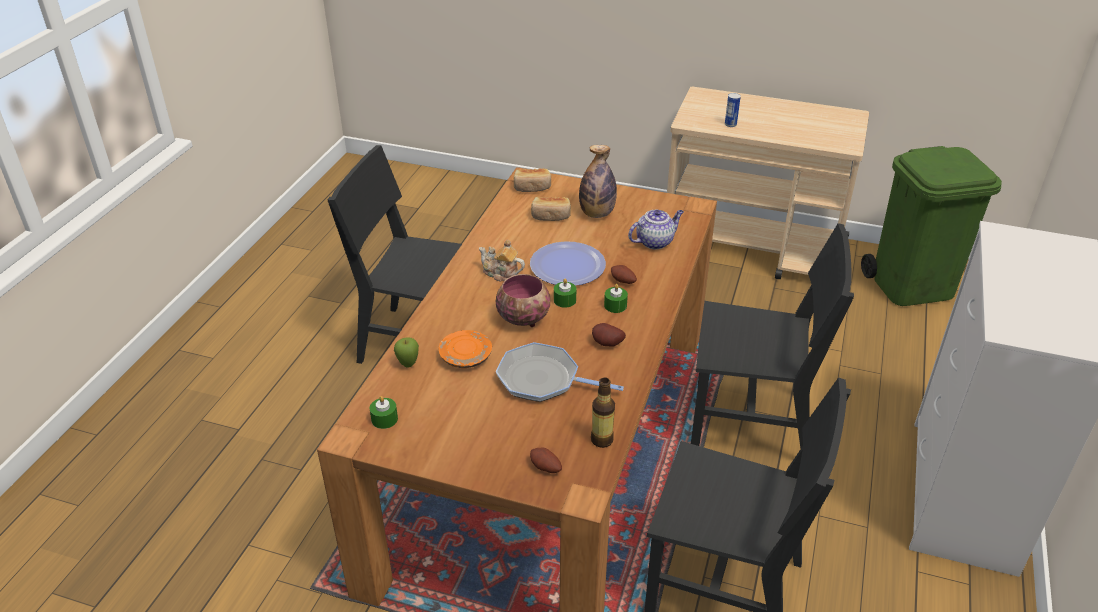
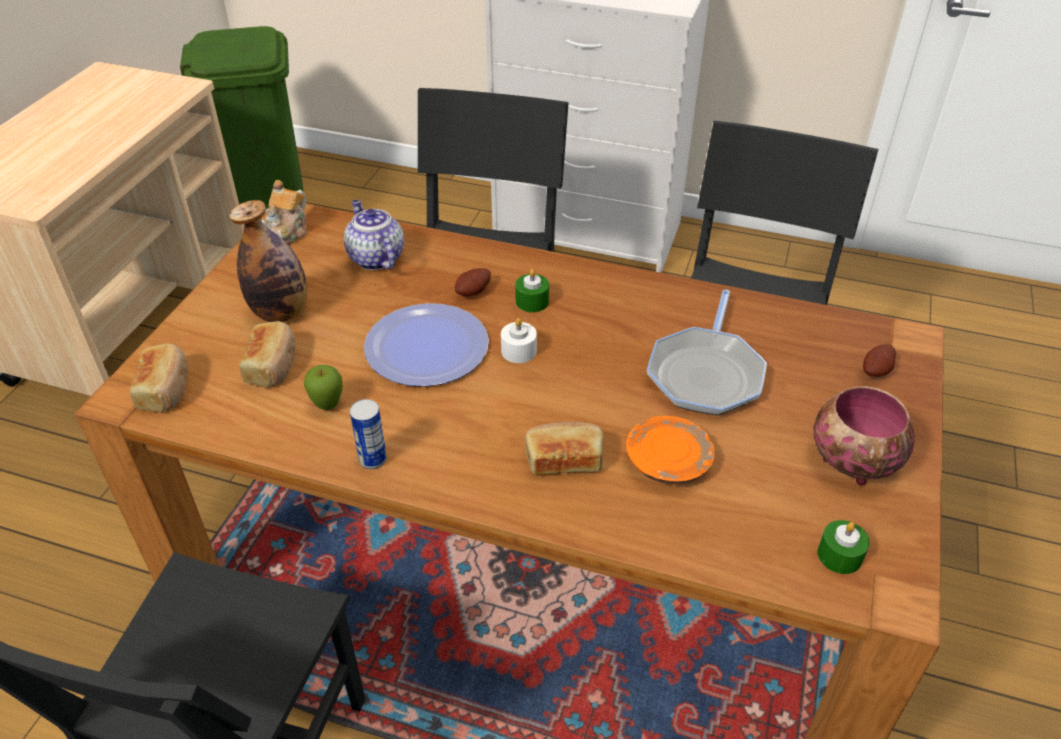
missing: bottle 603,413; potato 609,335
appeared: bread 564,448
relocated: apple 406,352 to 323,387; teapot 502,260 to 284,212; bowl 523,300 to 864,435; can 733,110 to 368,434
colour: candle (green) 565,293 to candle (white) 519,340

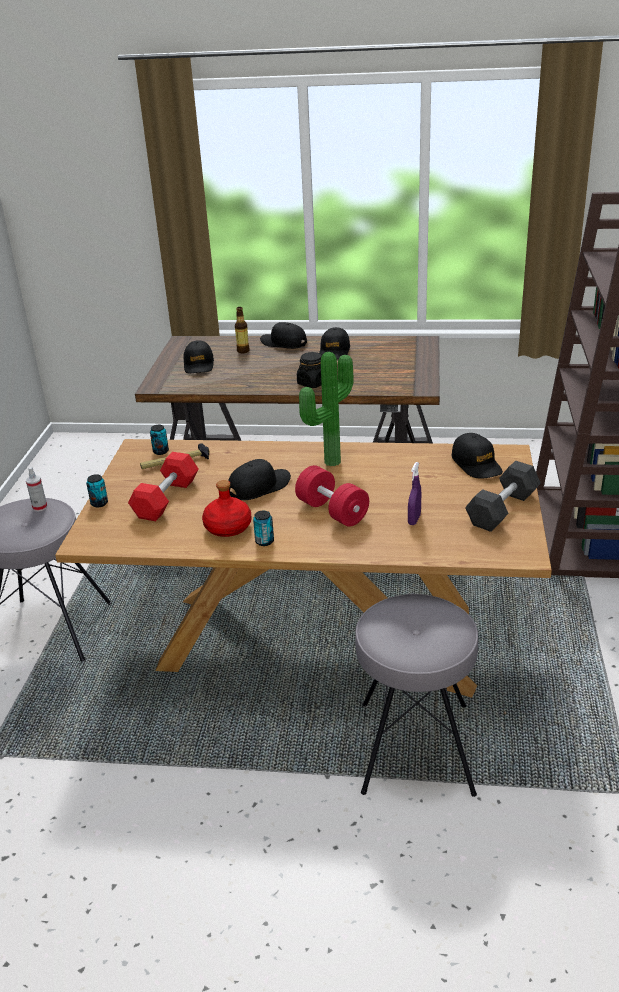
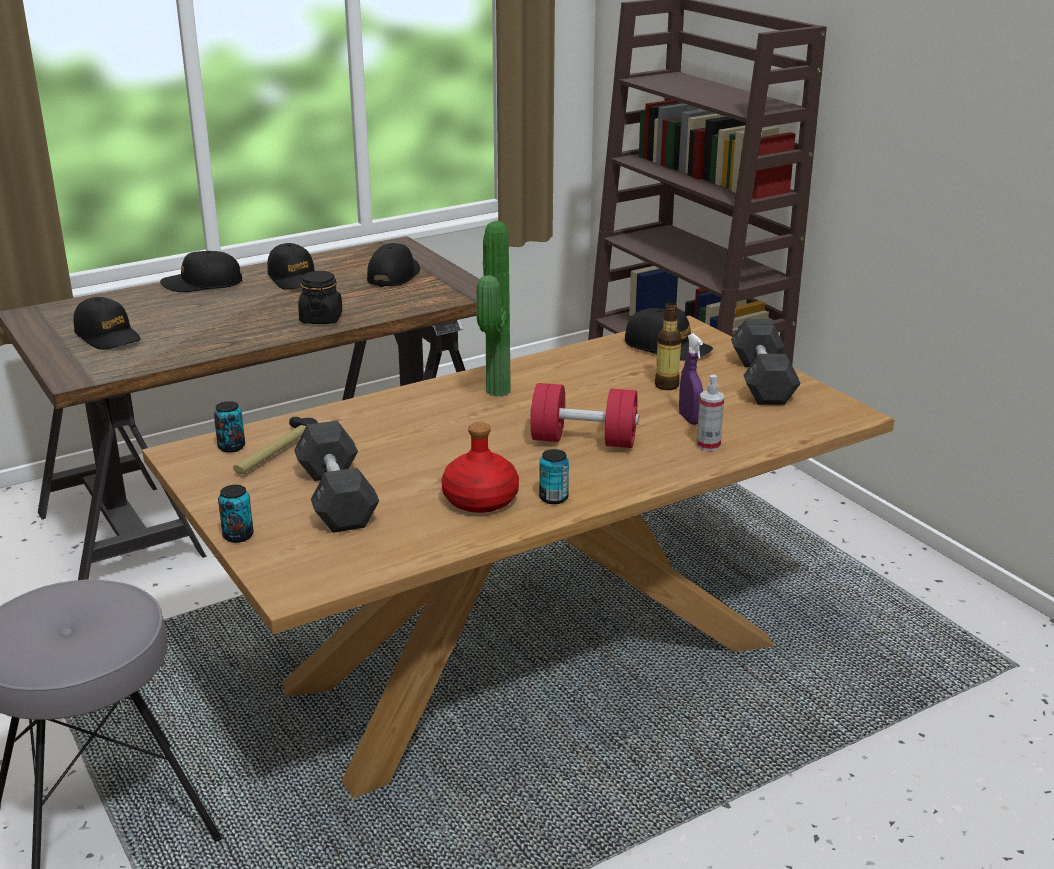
missing: stool (grey) 416,695
relocated: spray bottle 36,489 to 710,413; cap (black) 260,479 to 393,265; bottle 242,330 to 668,346
colour: dumbbell (red) 163,486 to dumbbell (grey) 336,477

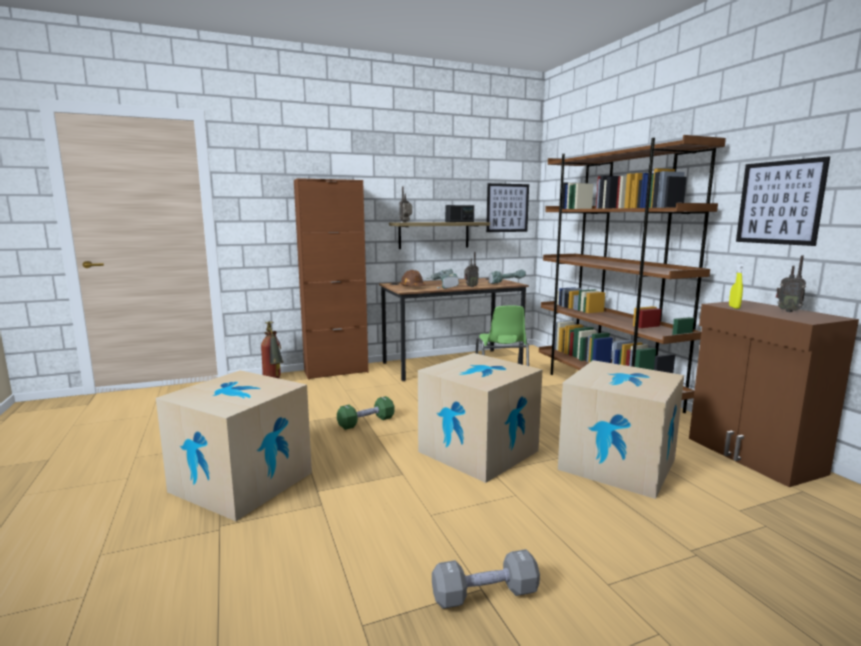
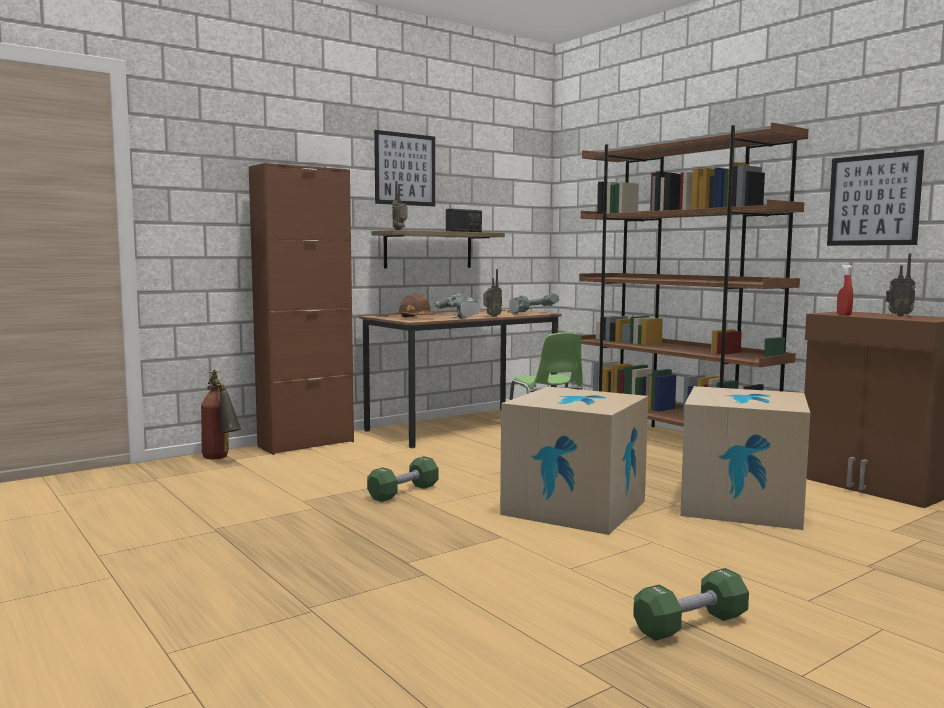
missing: cardboard box 234,445
relocated: picture 507,207 to 404,168
colour: dumbbell (grey) 486,579 to dumbbell (green) 691,604; spray bottle (yellow) 736,286 to spray bottle (red) 845,290

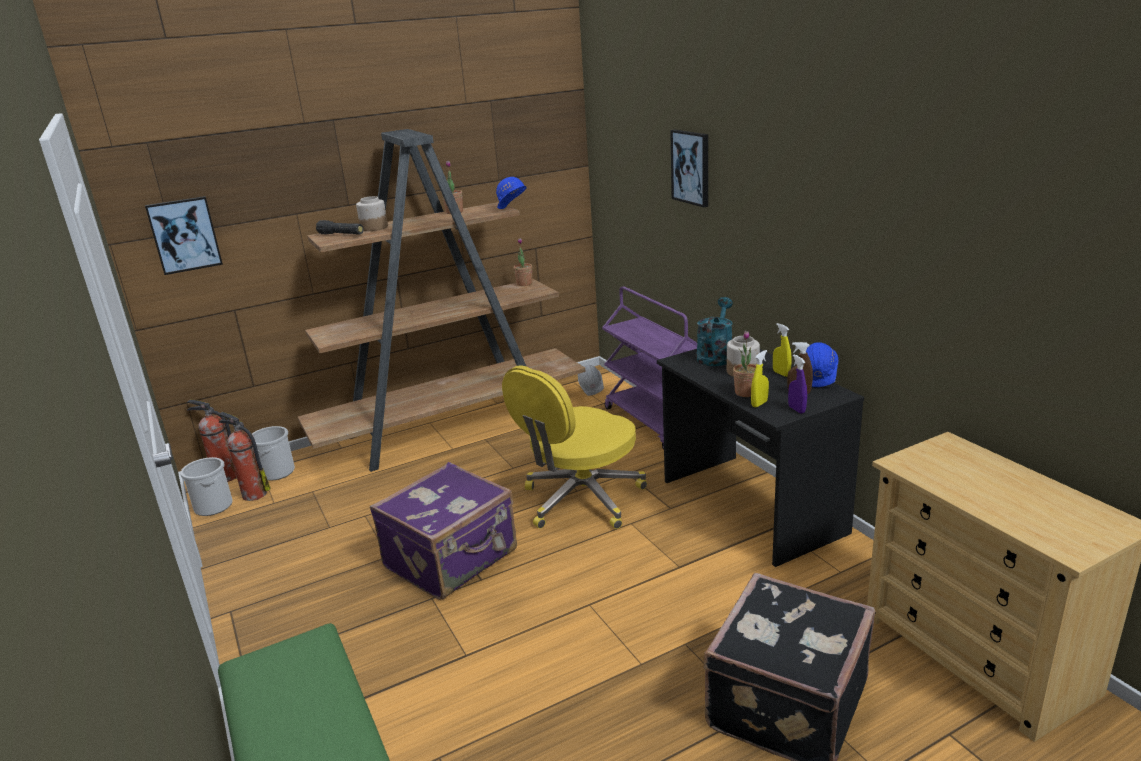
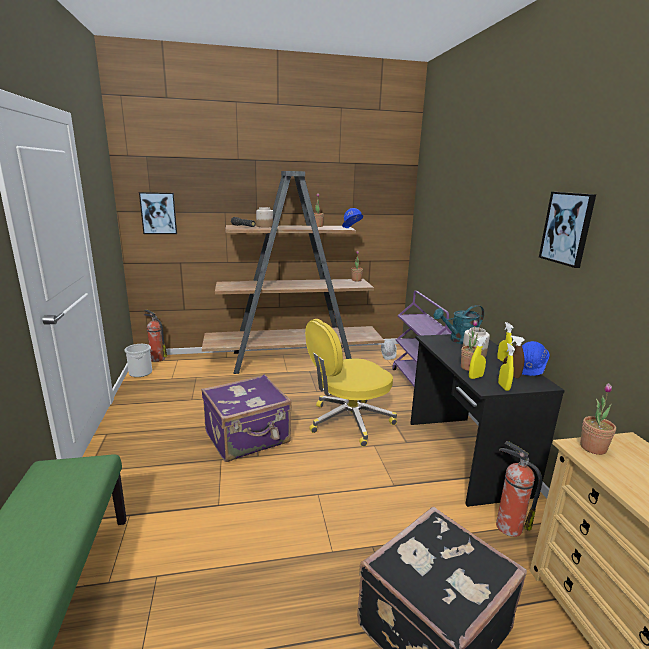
missing: bucket 273,453
appeared: potted plant 598,419
relocated: fire extinguisher 244,456 to 519,489; picture 689,168 to 567,230
colour: spray bottle (purple) 797,384 to spray bottle (yellow) 506,367
spun: watering can (turquoise) 714,331 = 458,324 150 degrees counterclockwise

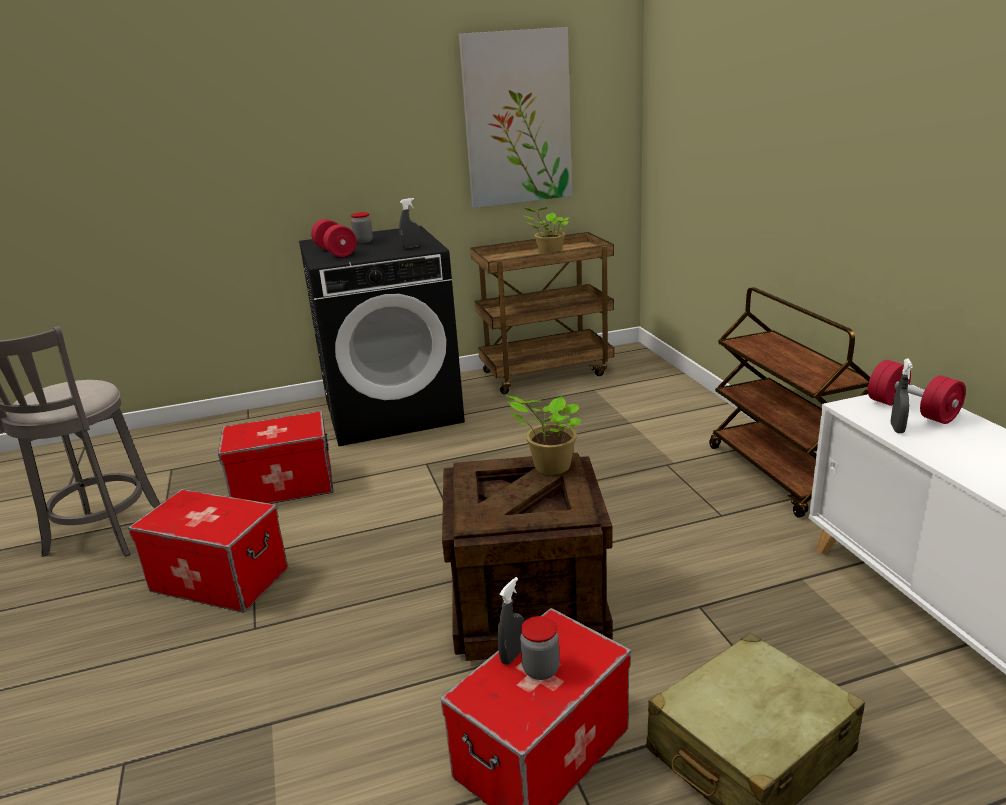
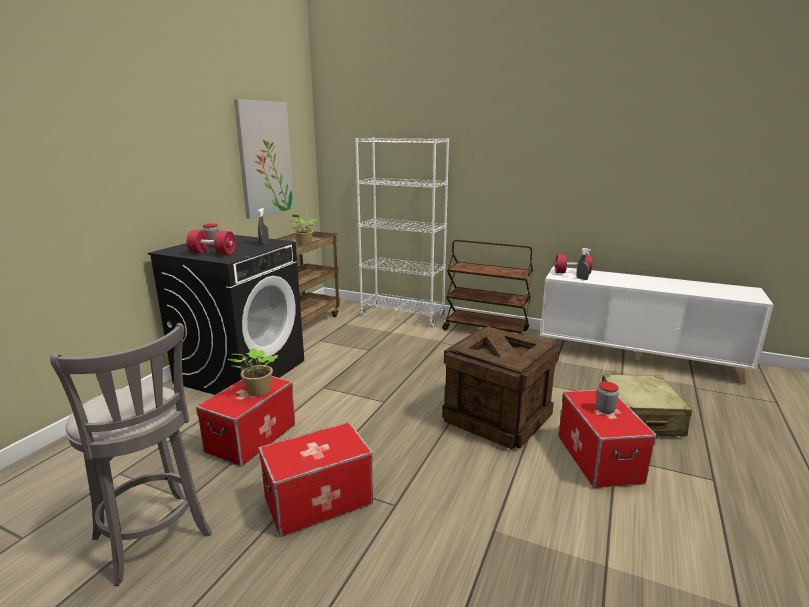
missing: spray bottle (grey) 510,621
appeared: bookcase (white) 402,232
relocated: potted plant 543,435 to 252,372

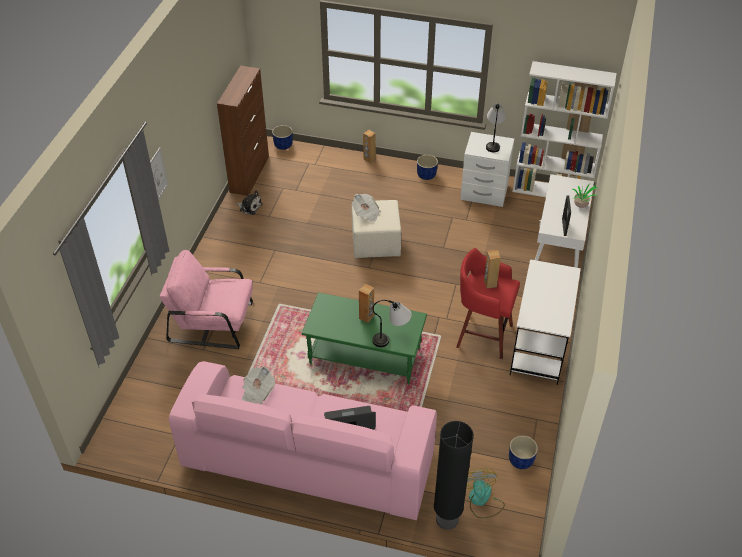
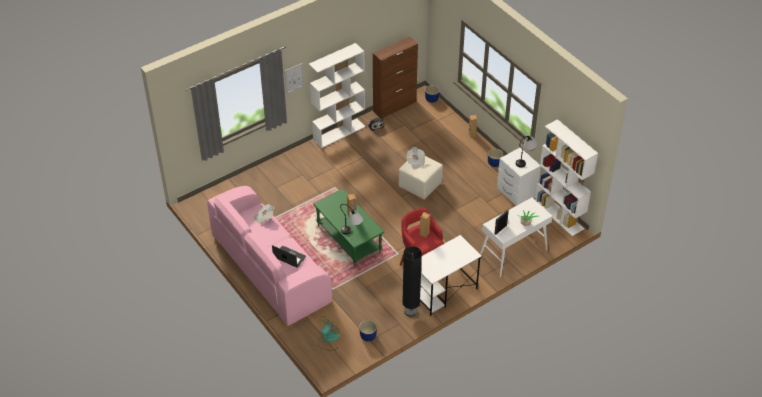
missing: armchair (pink) 206,299
appeared: bookcase (white) 337,95
relocated: floor lamp (black) 454,475 to 412,281

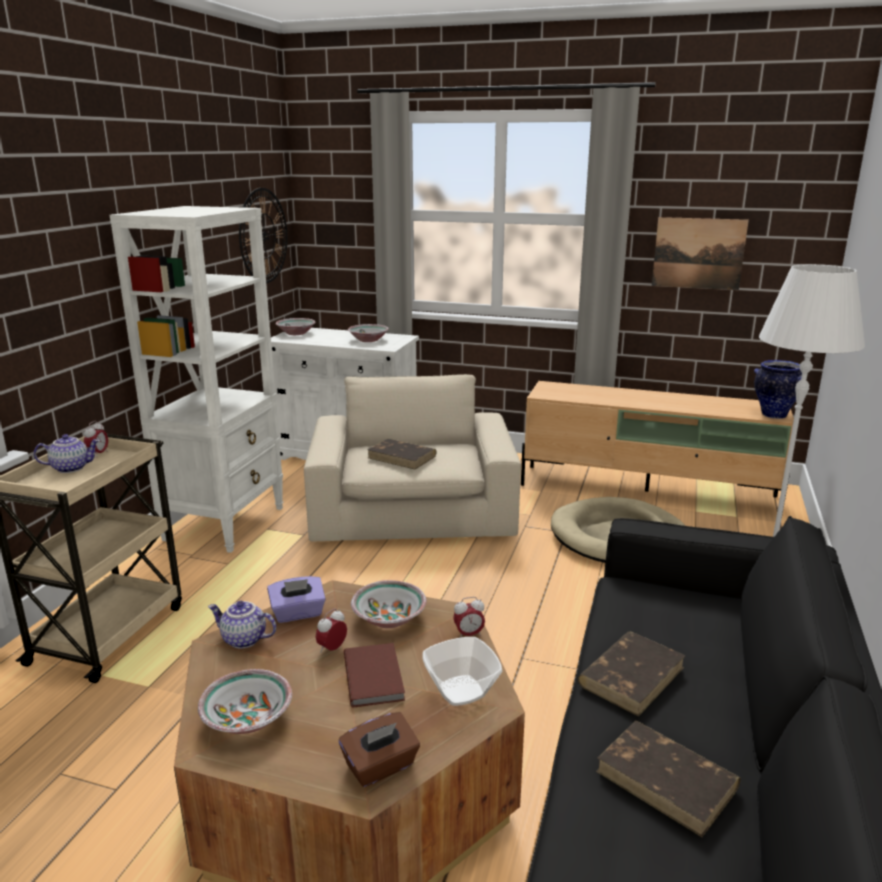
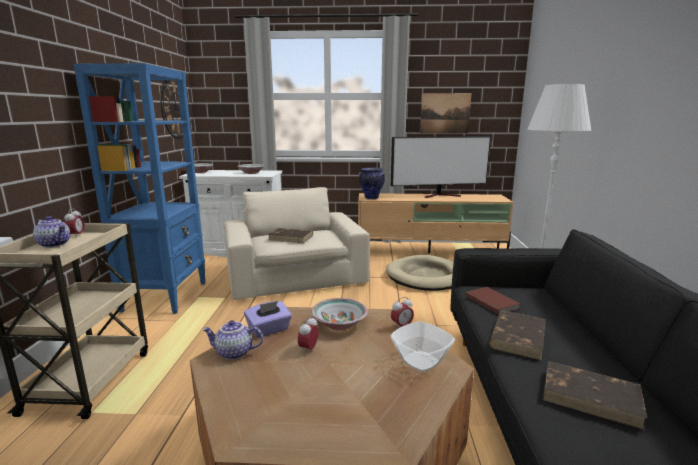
missing: bowl 245,701; tissue box (brown) 379,749
appeared: television 441,167
relocated: book (brown) 374,675 to 493,300; vase 778,389 to 372,183
colour: bookcase (white) 197,379 to bookcase (blue) 139,188
spun: teapot 67,453 = 51,232 60 degrees clockwise

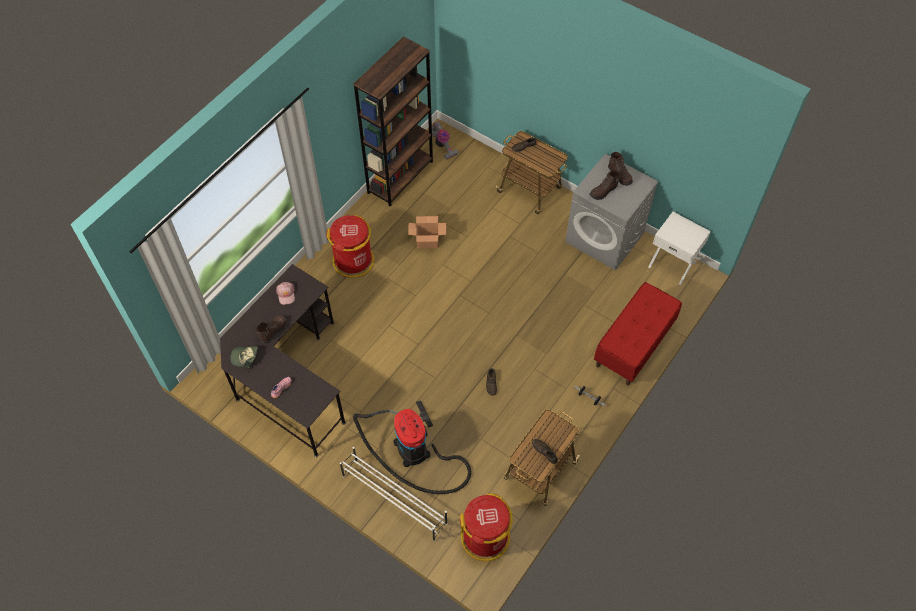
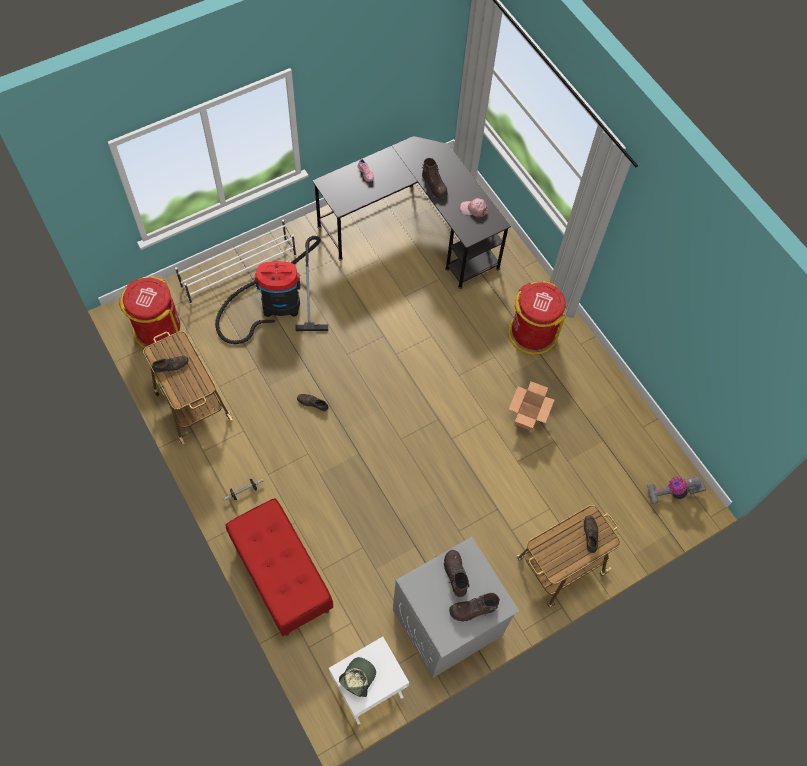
missing: bookcase (brown) 393,121
relocated: cap 244,357 to 357,677

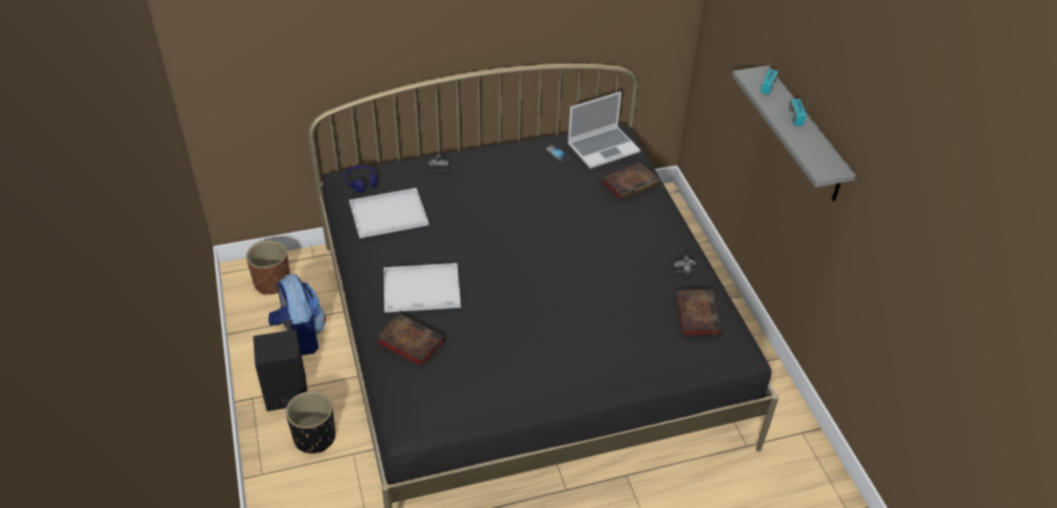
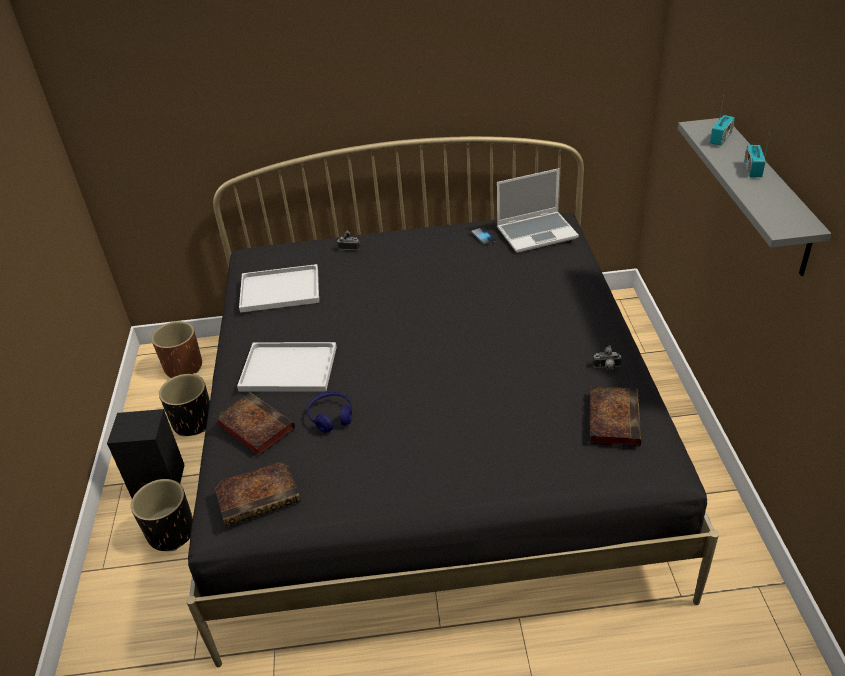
relocated: headphones (blue) 360,179 to 329,412; book 631,181 to 257,493
exchanged: backpack 297,314 to planter (black) 184,405

